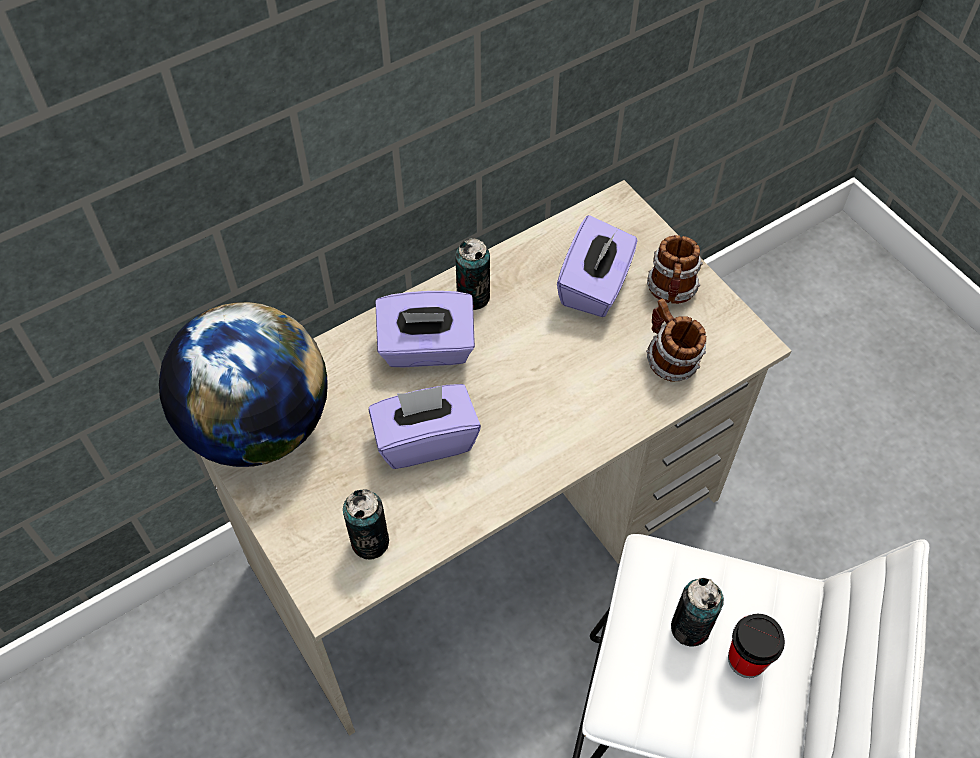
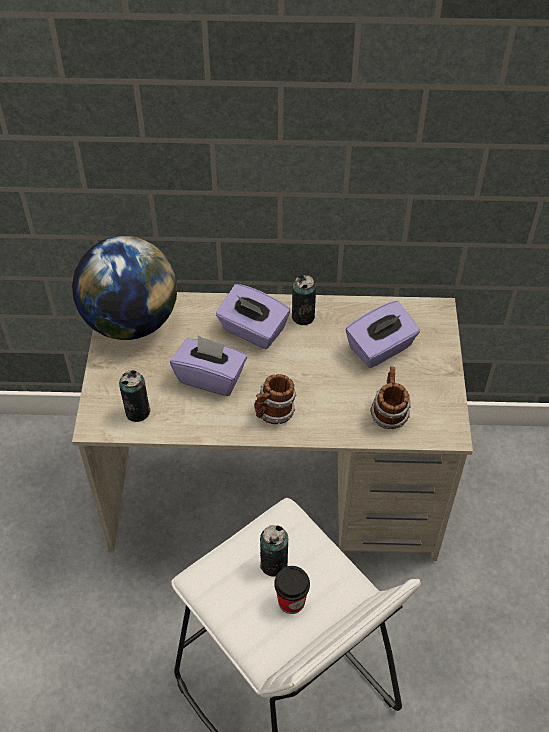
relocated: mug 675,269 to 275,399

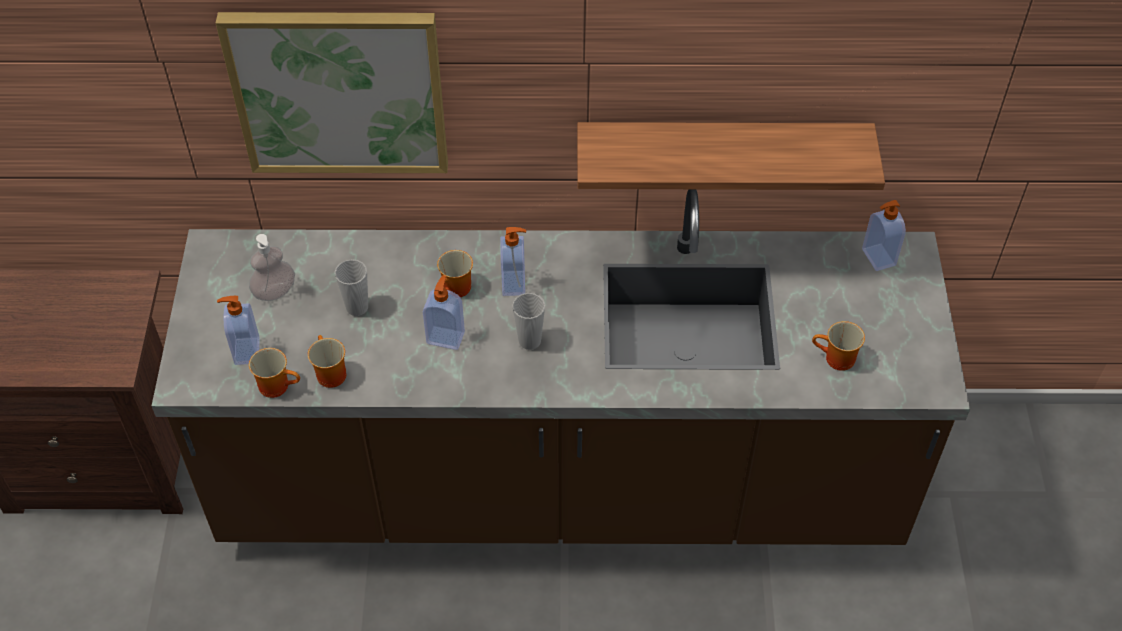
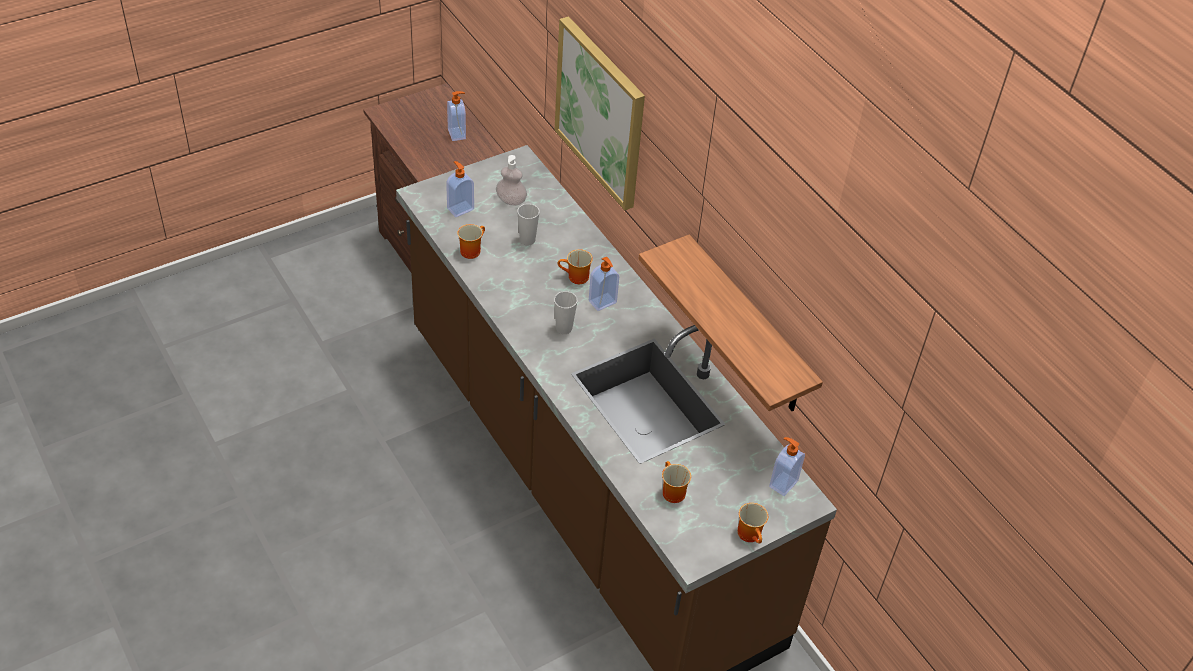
relocated: mug 274,373 to 752,523; soap dispenser 444,312 to 456,116

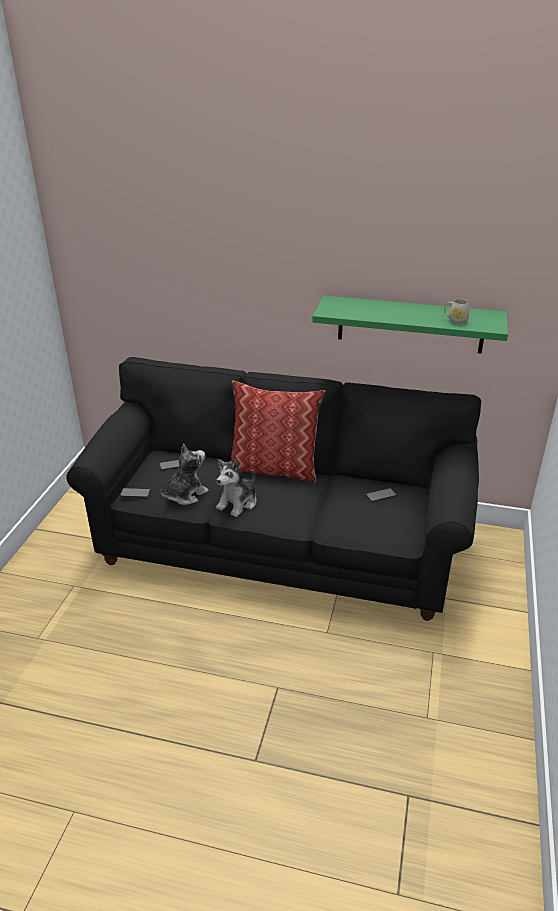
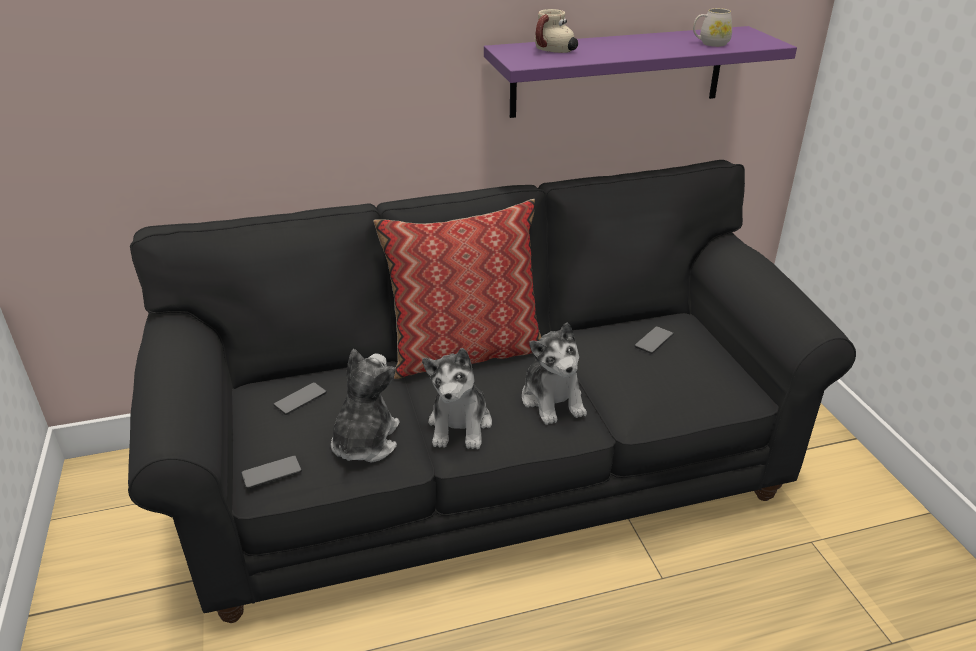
appeared: plush toy 554,374; mug 556,31
colour: shelf (green) 410,325 to shelf (purple) 640,72

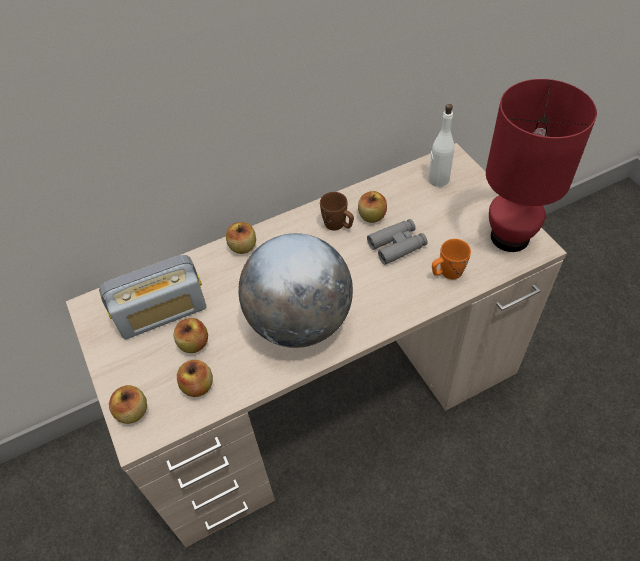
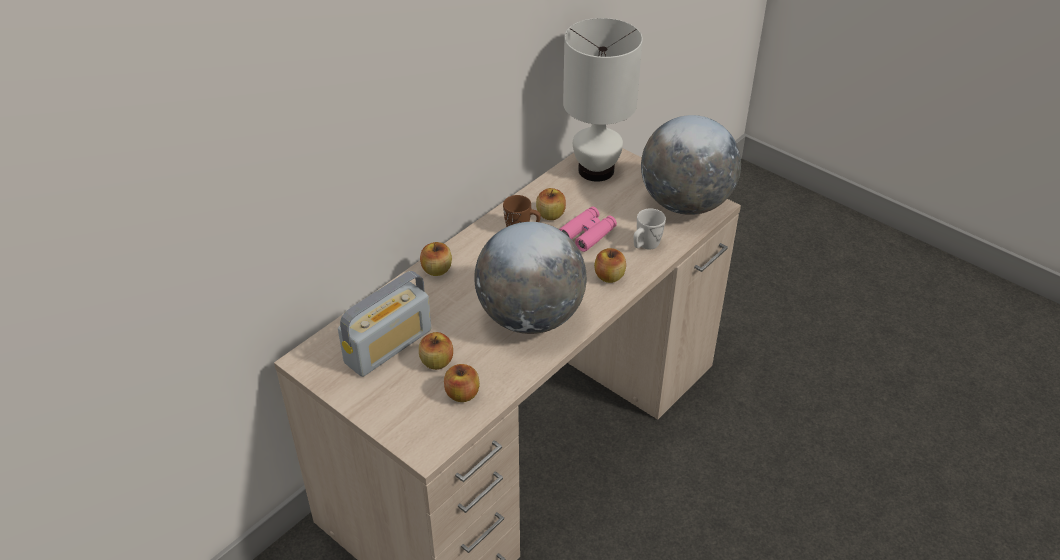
relocated: apple 128,404 to 610,265
exchanged: bottle (white) 441,145 to table lamp (white) 603,100; table lamp (red) 541,165 to globe 691,165
colour: binoculars (grey) 397,242 to binoculars (pink) 588,229; mug (orange) 451,259 to mug (white) 649,229

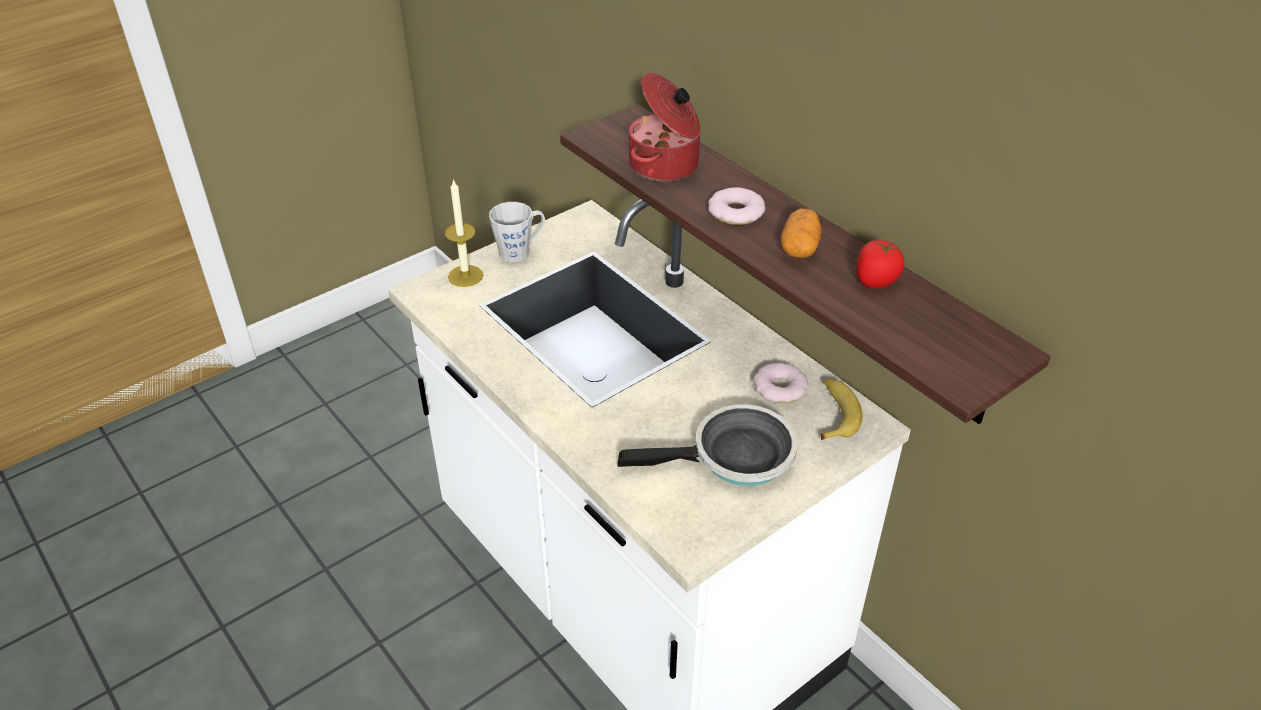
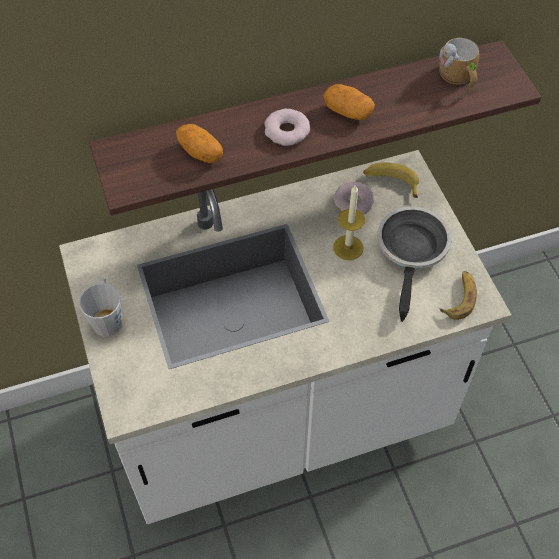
missing: tomato 880,264
appeared: mug 459,64; banana 458,295
relocated: candle 464,233 to 349,222
exchanged: cooking pot 664,127 to potato 199,143

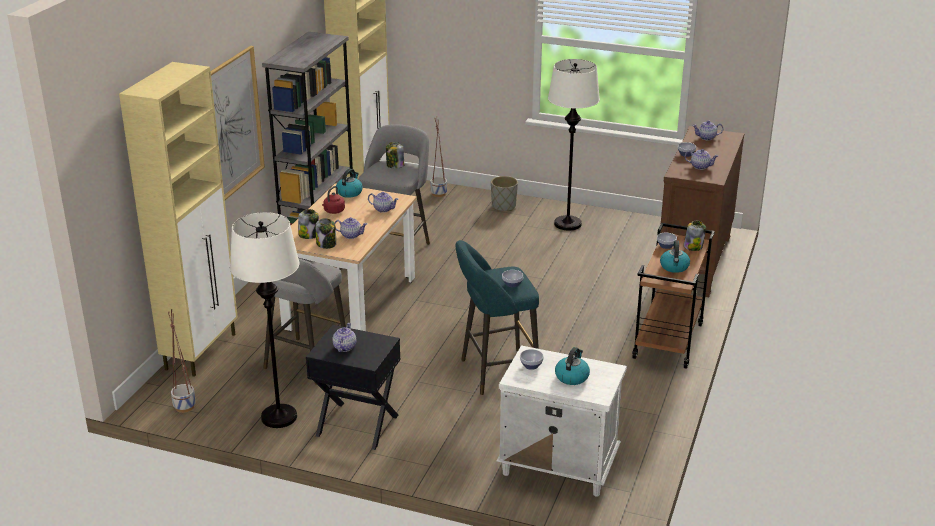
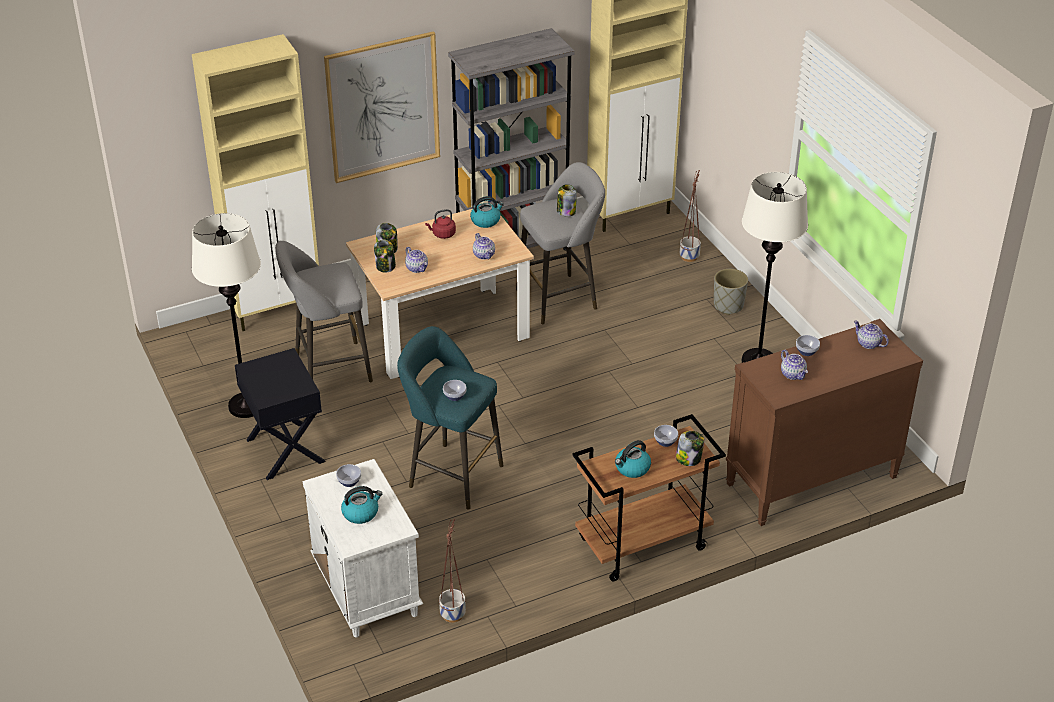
missing: teapot 344,337
relocated: planter 182,361 to 452,571

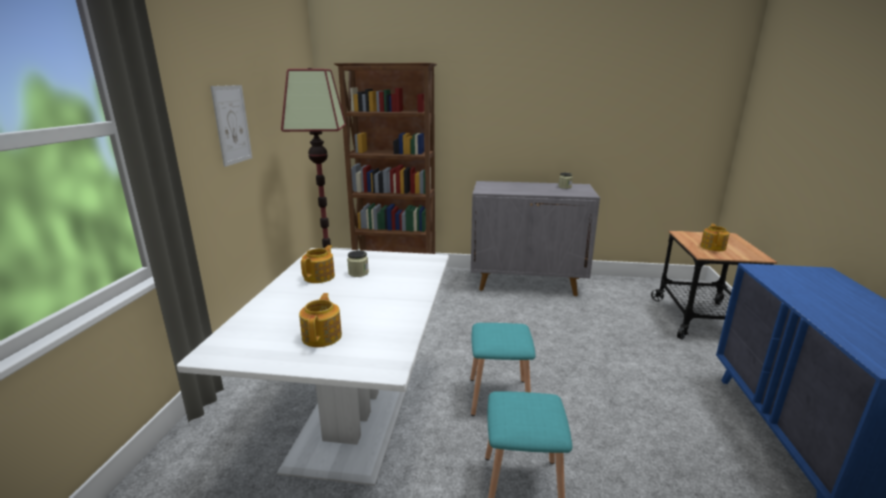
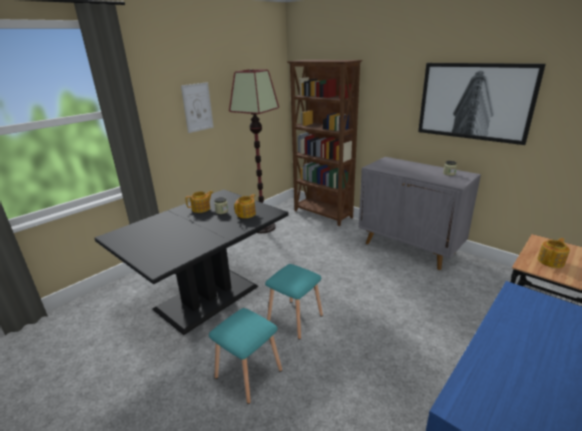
appeared: picture 482,104
relocated: teapot 320,320 to 245,206
colour: dining table (white) 313,367 to dining table (black) 192,262

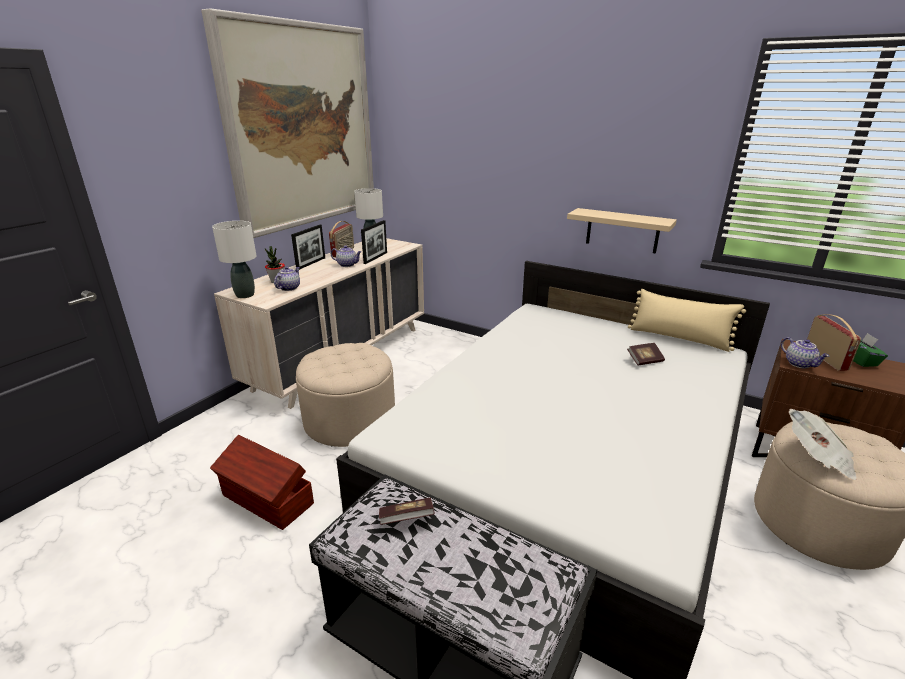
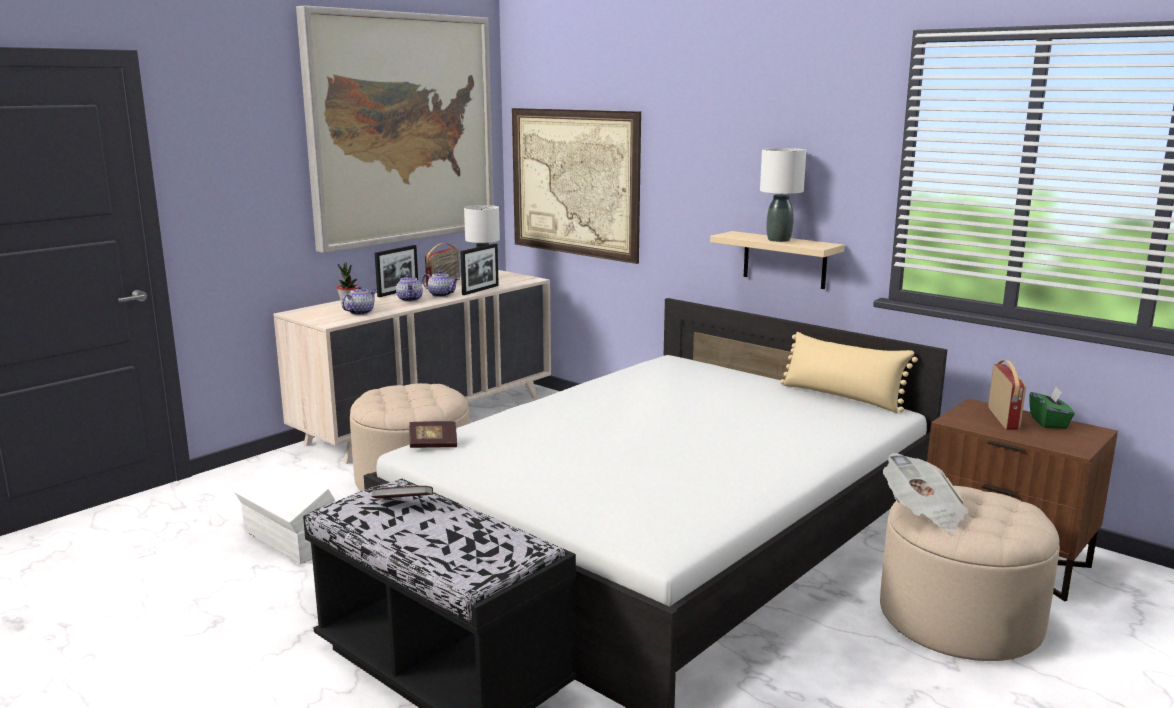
appeared: picture 576,186
relocated: table lamp (white) 234,259 to 783,195; book 646,354 to 433,434; teapot 805,352 to 409,288
colour: storage box (brown) 262,482 to storage box (white) 284,512

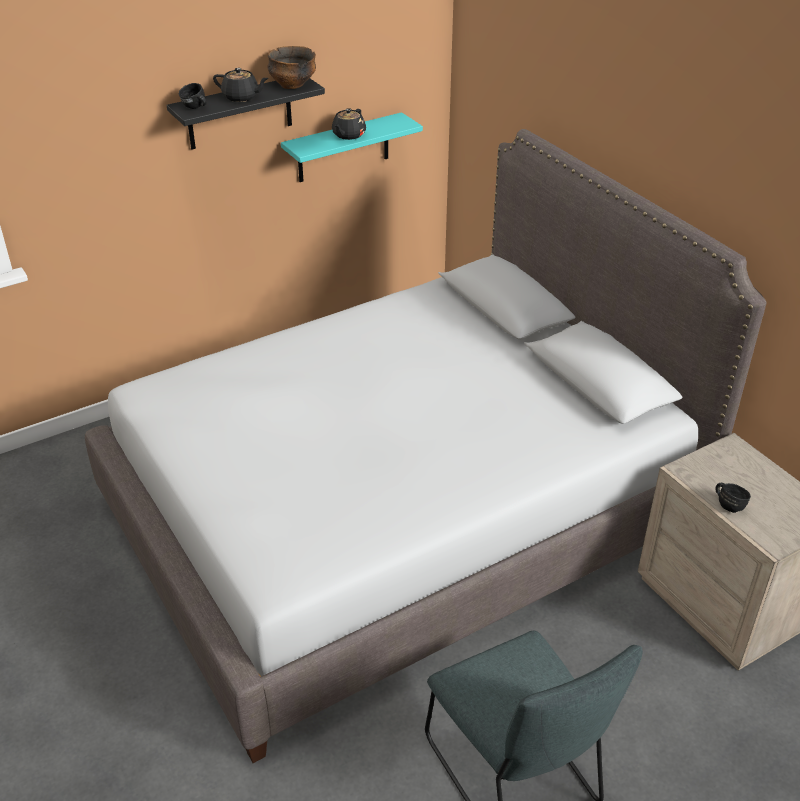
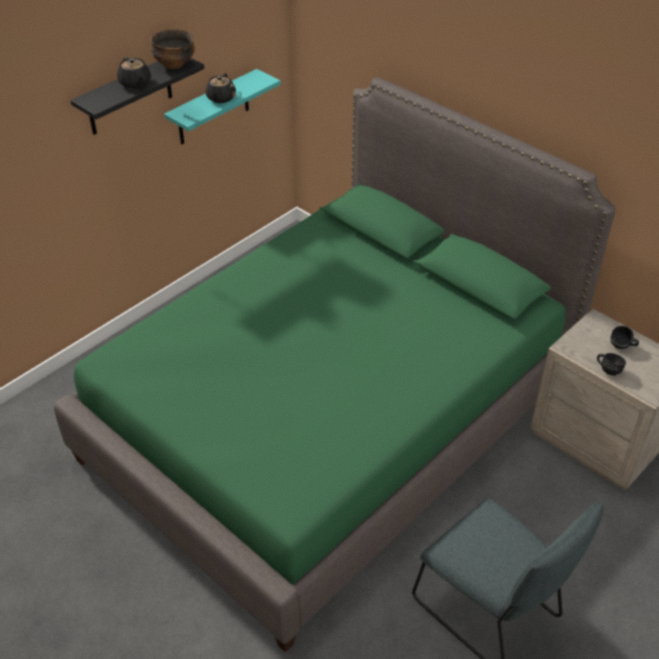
relocated: mug (black) 193,96 to 625,337
colour: bed (grey) 425,446 to bed (green) 335,365
spun: teapot (black) 241,85 = 134,73 60 degrees clockwise

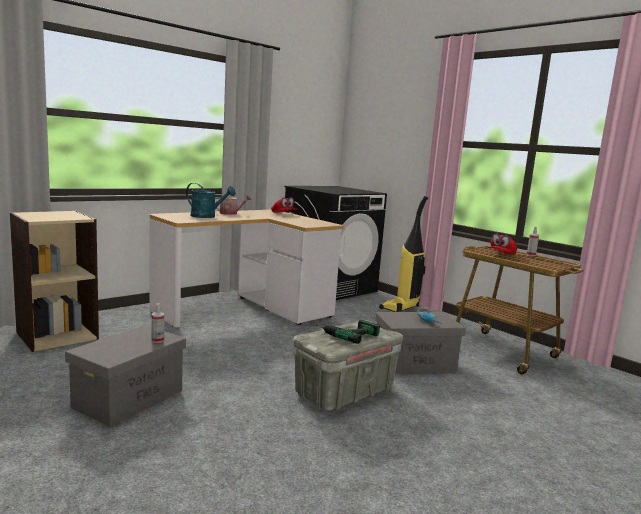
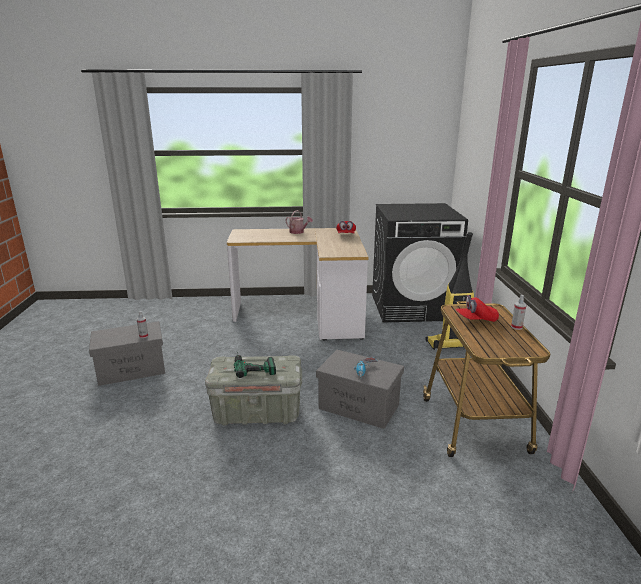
missing: bookcase (beige) 54,281; watering can (turquoise) 211,200

